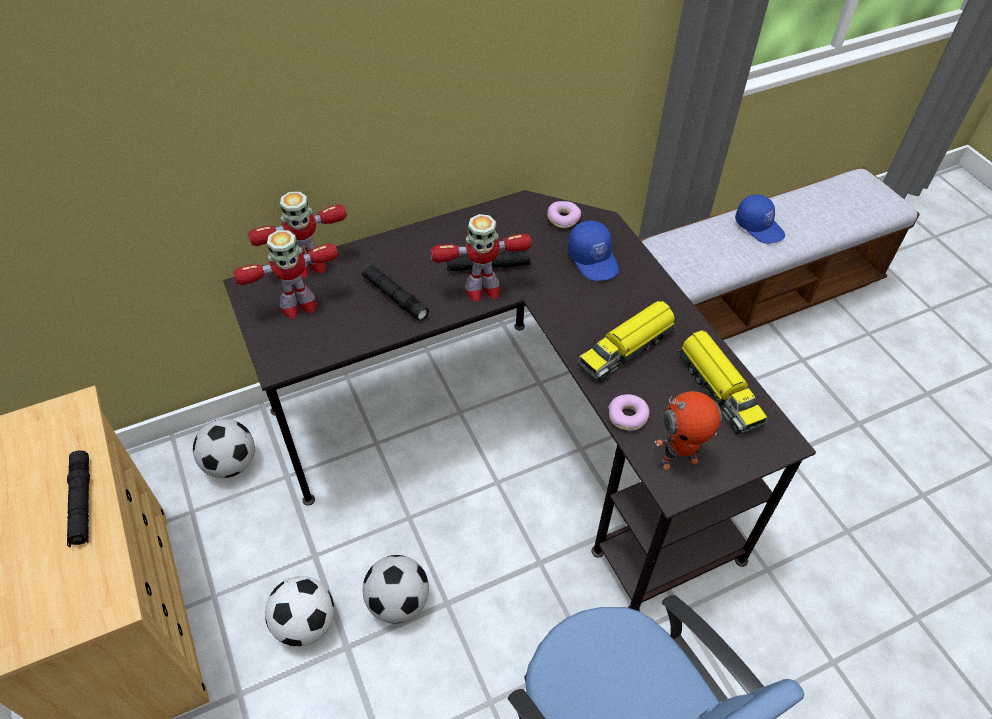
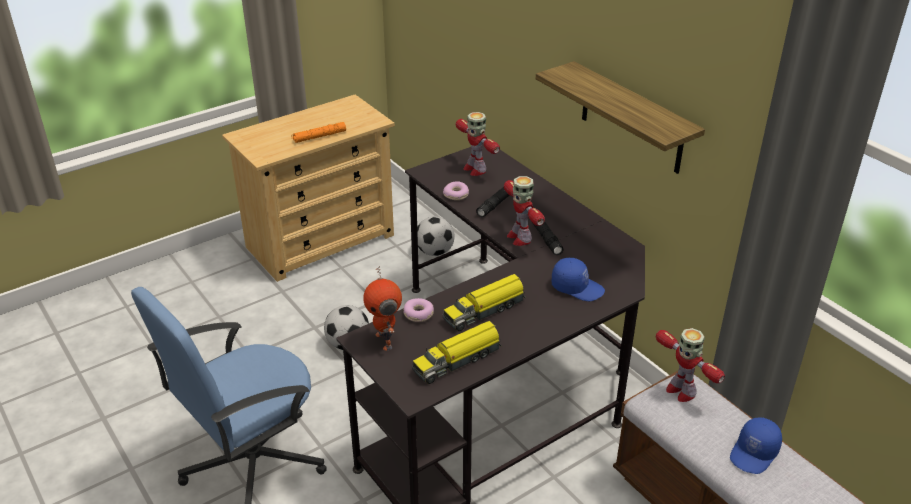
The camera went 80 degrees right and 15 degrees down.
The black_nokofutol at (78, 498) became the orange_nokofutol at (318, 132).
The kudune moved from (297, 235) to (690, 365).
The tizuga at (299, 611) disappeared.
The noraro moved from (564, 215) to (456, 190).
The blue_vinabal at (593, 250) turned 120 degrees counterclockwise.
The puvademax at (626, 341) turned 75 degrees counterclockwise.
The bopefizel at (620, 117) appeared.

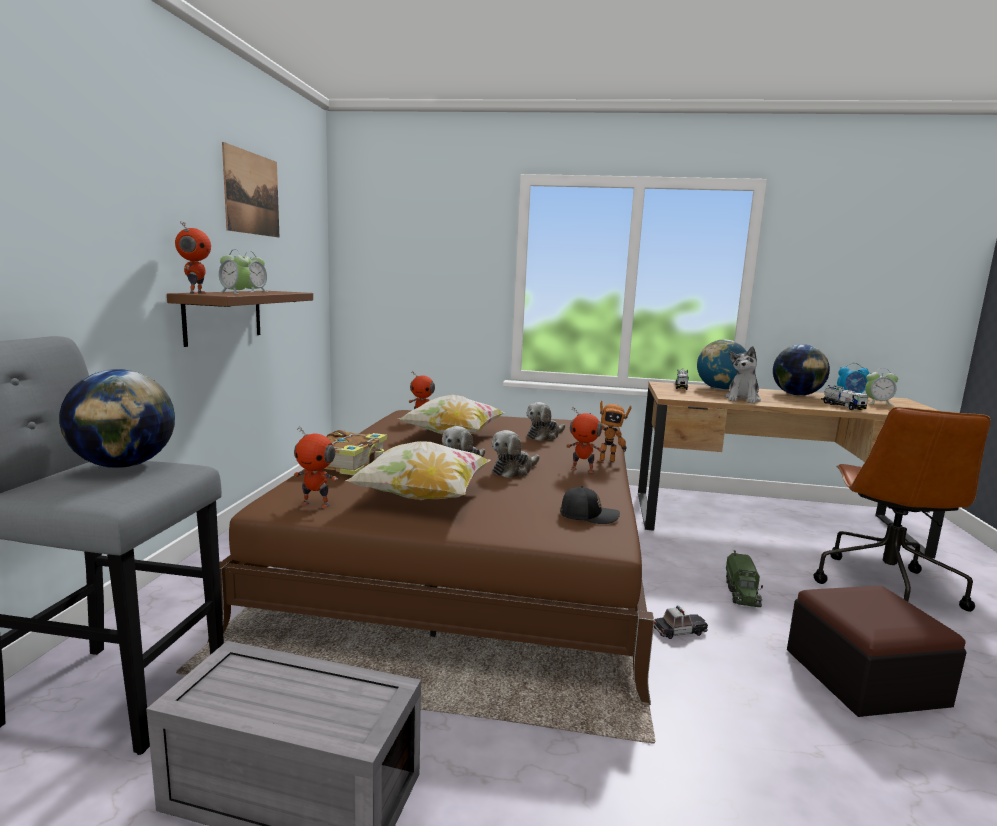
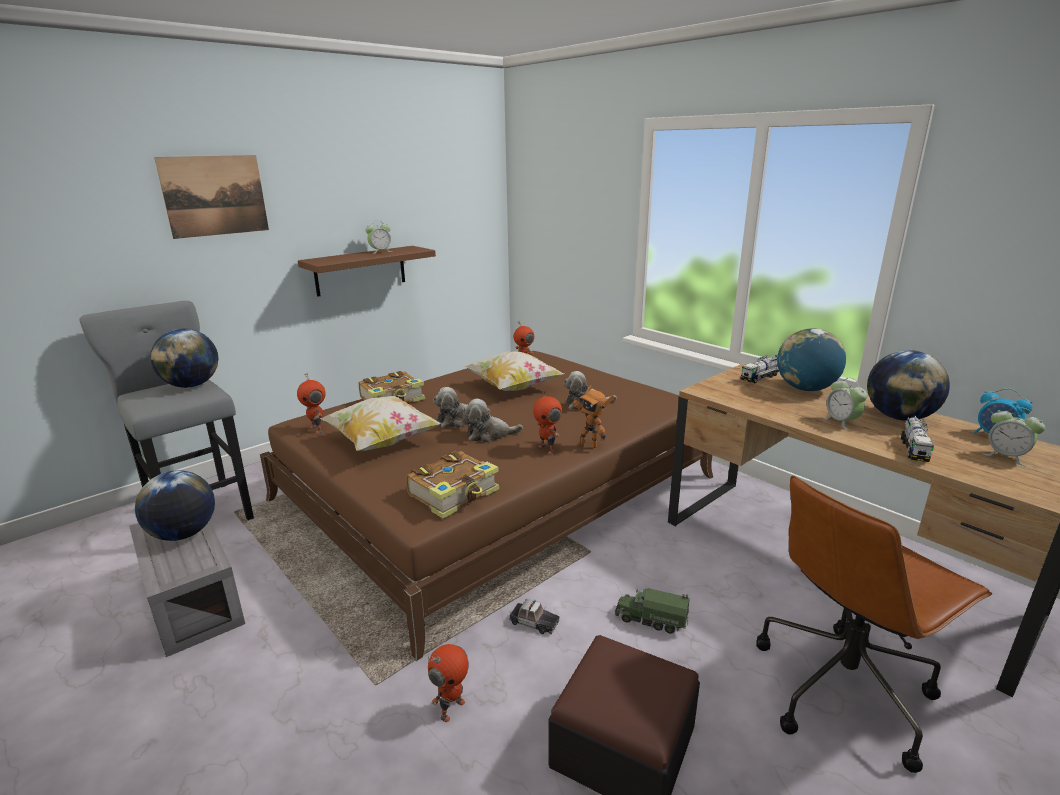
The camera went 40 degrees right and 10 degrees up.
The kudune moved from (193, 258) to (448, 683).
The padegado moved from (234, 272) to (845, 404).
The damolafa moved from (250, 189) to (211, 197).
The black_vinabal at (590, 505) was replaced by the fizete at (452, 484).
The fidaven at (743, 375) disappeared.
The puvademax at (744, 578) turned 60 degrees clockwise.
The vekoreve at (175, 505) appeared.

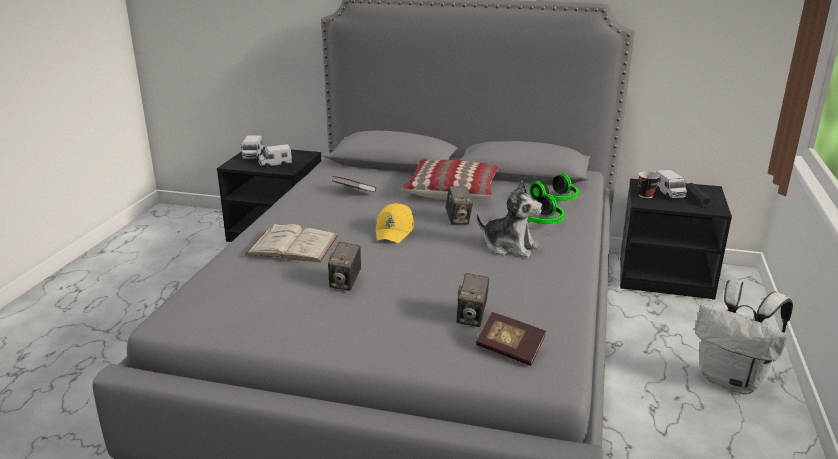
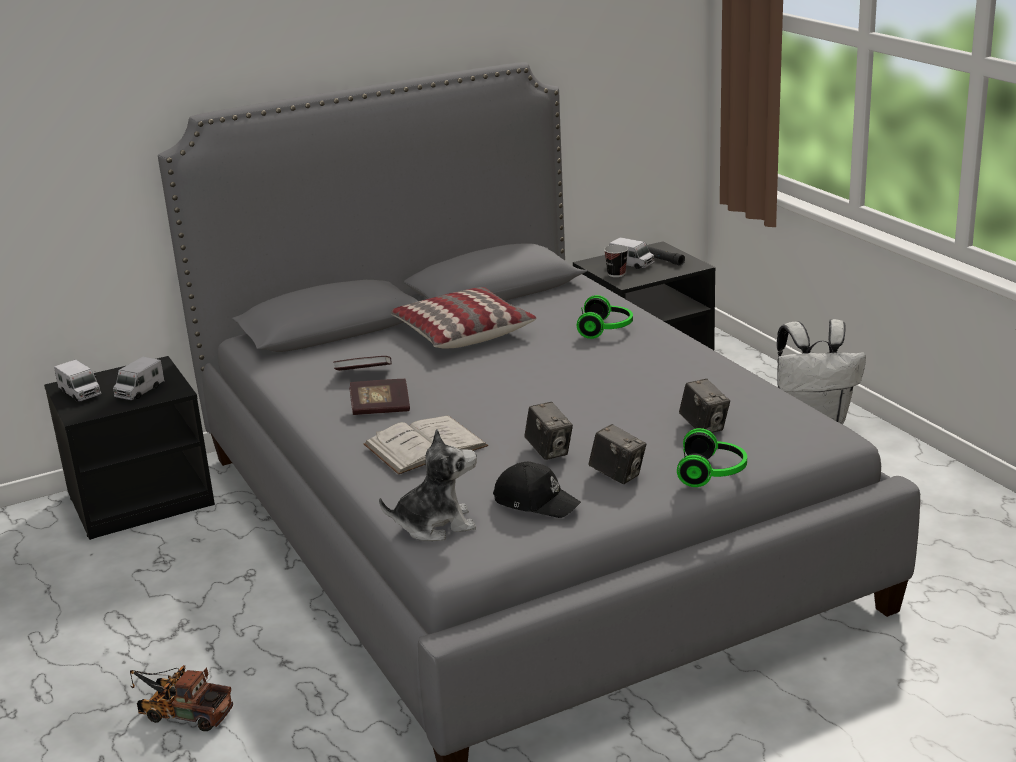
The camera went 40 degrees left and 0 degrees up.
The yellow_vinabal at (395, 223) disappeared.
The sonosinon moved from (459, 205) to (617, 454).
The fizete moved from (511, 339) to (379, 397).
The fidaven moved from (510, 219) to (428, 485).
The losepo moved from (554, 187) to (712, 457).
The puvademax at (181, 698) appeared.
The black_vinabal at (537, 490) appeared.

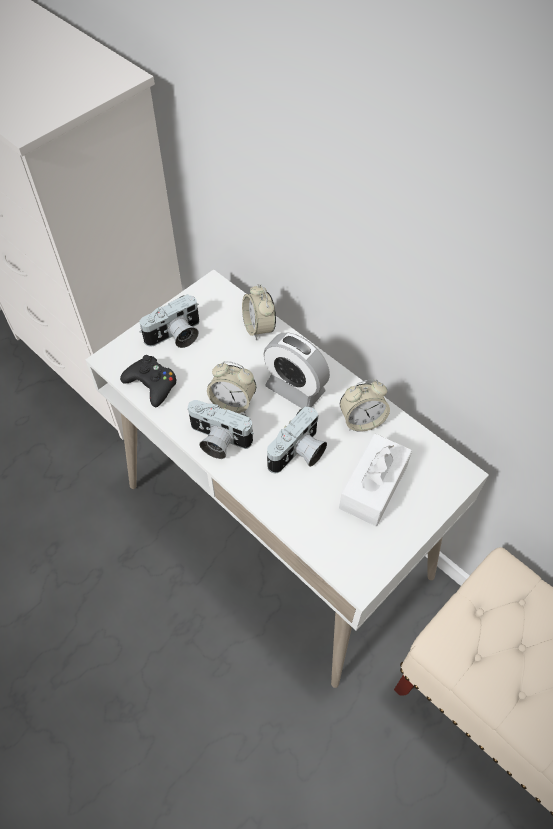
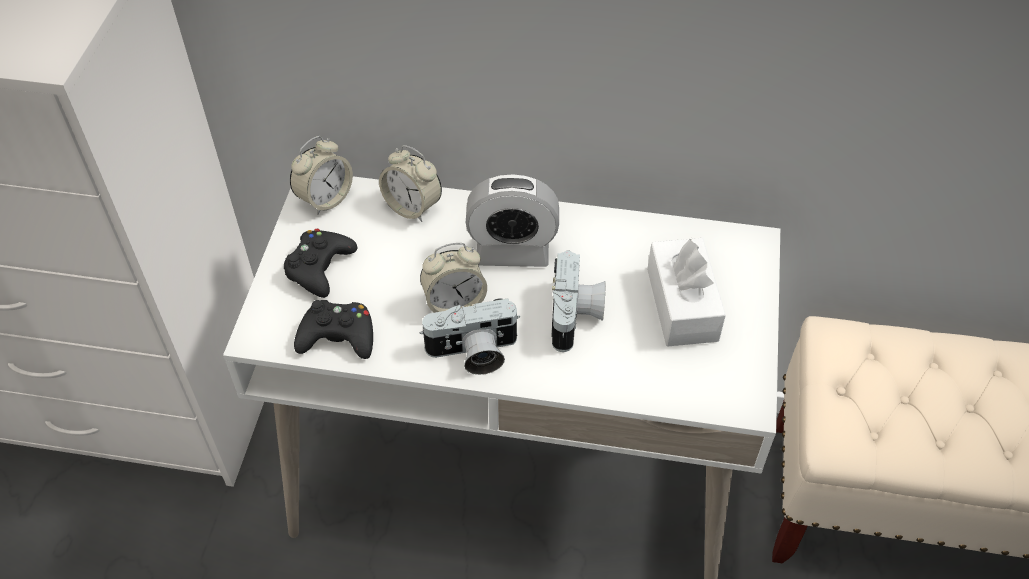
The camera went 35 degrees left and 5 degrees down.
The sonosinon at (169, 321) was replaced by the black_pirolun at (320, 263).
The padegado moved from (365, 406) to (321, 175).

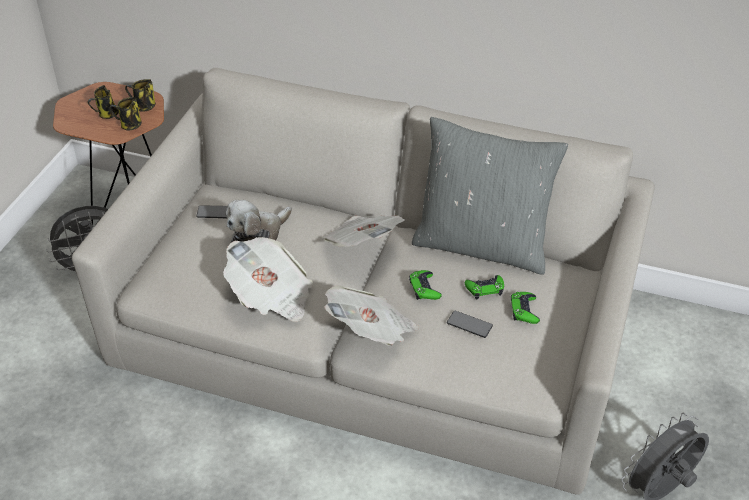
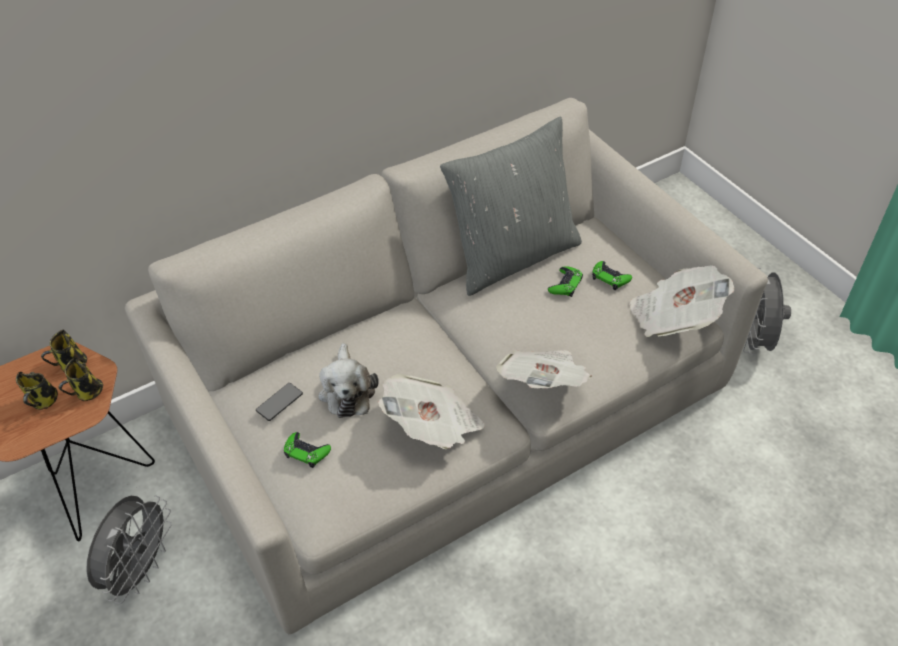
The camera went 50 degrees left and 5 degrees up.
The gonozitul moved from (363, 231) to (681, 301).
The green_pirolun moved from (425, 285) to (307, 450).
The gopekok at (470, 324) disappeared.

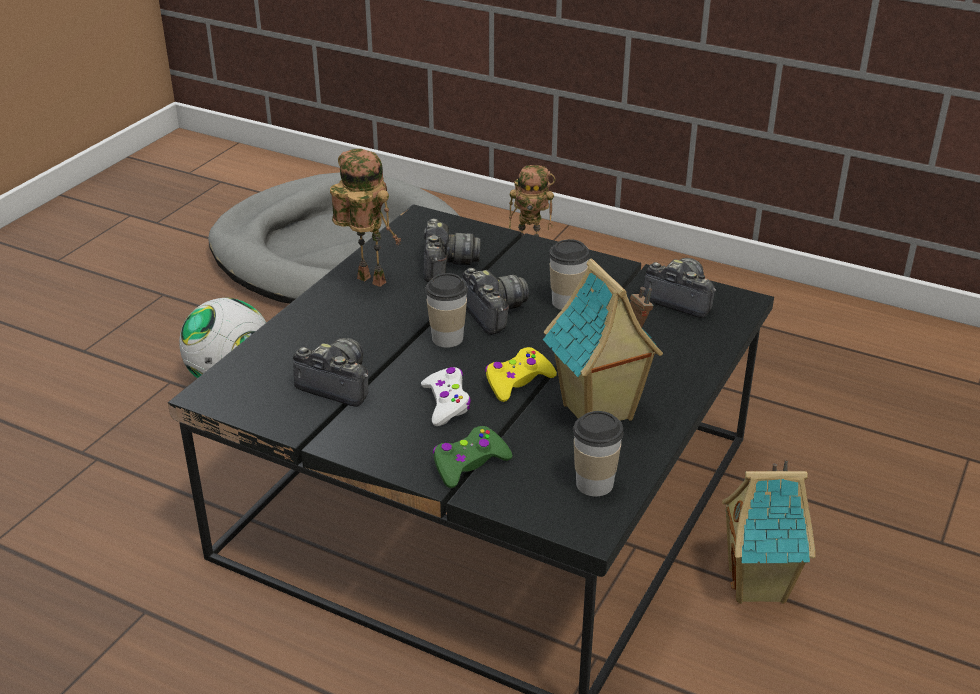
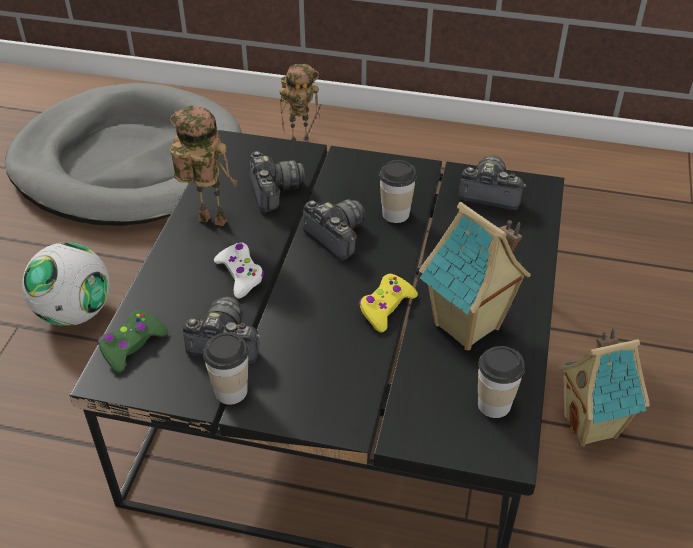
The camera went 15 degrees left and 10 degrees up.
The white_pirolun moved from (446, 396) to (239, 271).
The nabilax moved from (446, 310) to (226, 368).
The green_pirolun moved from (472, 457) to (133, 341).

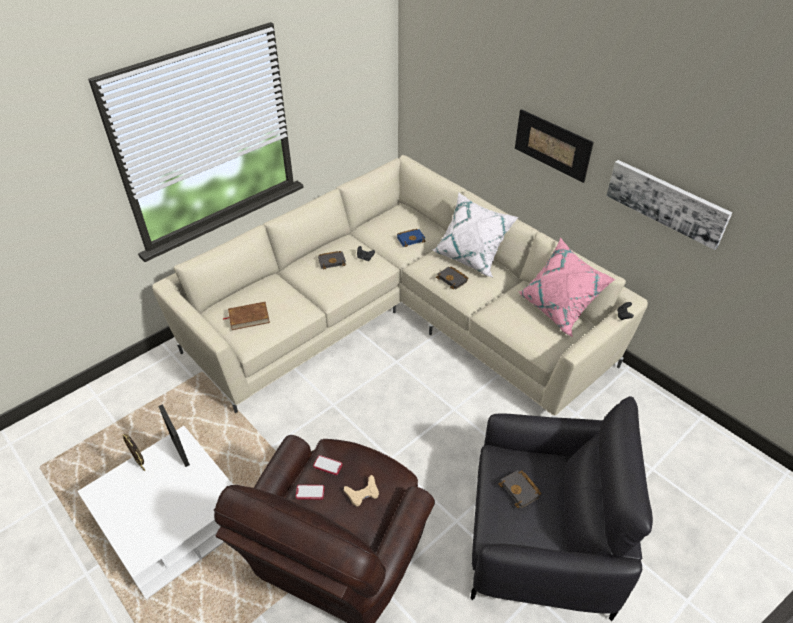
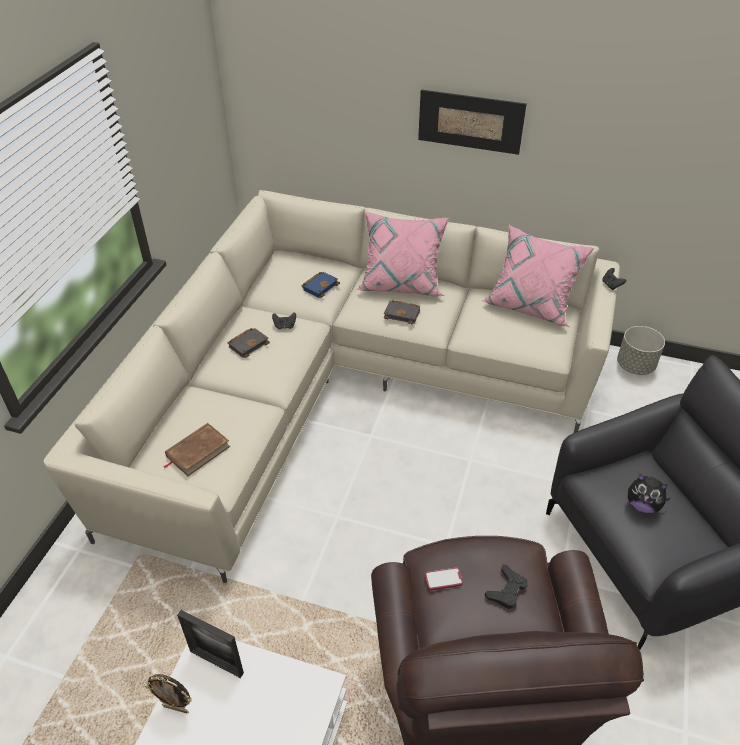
The camera went 30 degrees left and 0 degrees up.
The gopekok at (310, 492) disappeared.
The beige_pirolun at (361, 491) became the black_pirolun at (506, 586).
The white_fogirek at (475, 235) became the pink_fogirek at (402, 253).
The black_fizete at (519, 489) was replaced by the fidaven at (649, 493).
The damolafa at (669, 205) disappeared.
The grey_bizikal at (641, 350) appeared.

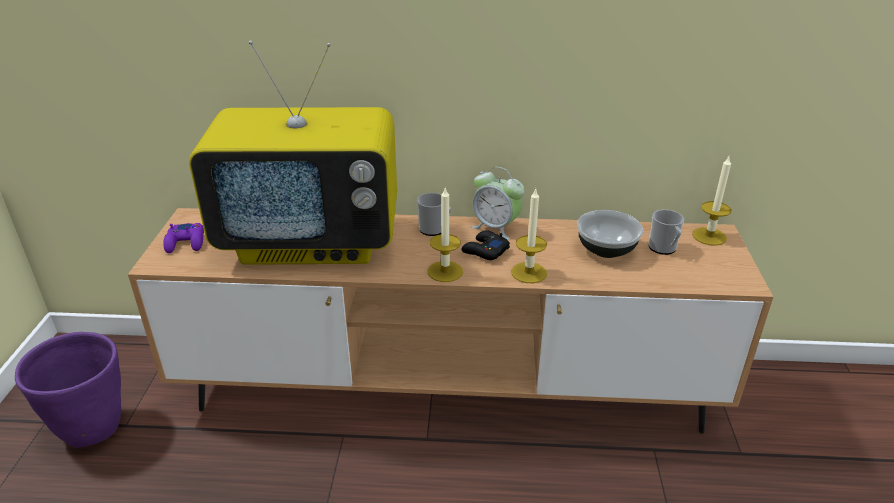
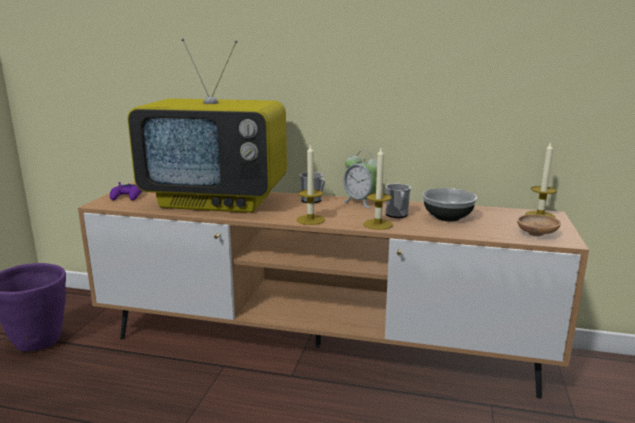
The camera went 10 degrees right and 15 degrees down.
The black_pirolun at (485, 245) disappeared.
The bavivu moved from (666, 232) to (398, 201).
The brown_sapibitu at (539, 225) appeared.

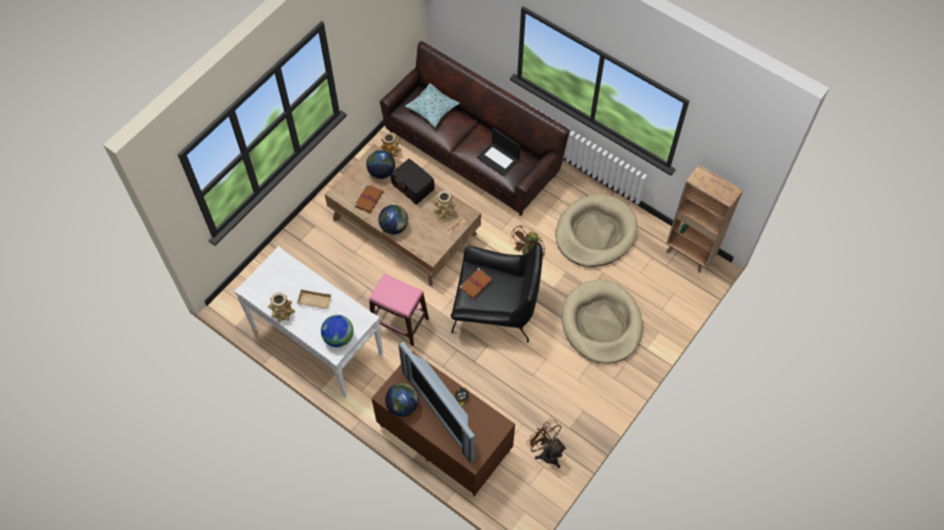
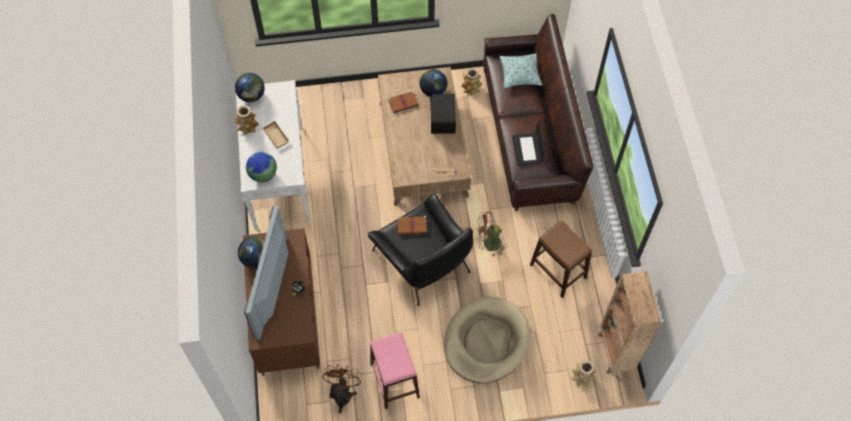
The camera went 45 degrees right and 0 degrees up.
The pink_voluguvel moved from (399, 310) to (395, 370).
The vekoreve moved from (393, 219) to (250, 87).
The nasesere moved from (444, 205) to (584, 373).
The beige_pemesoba at (596, 230) was replaced by the brown_voluguvel at (561, 259).

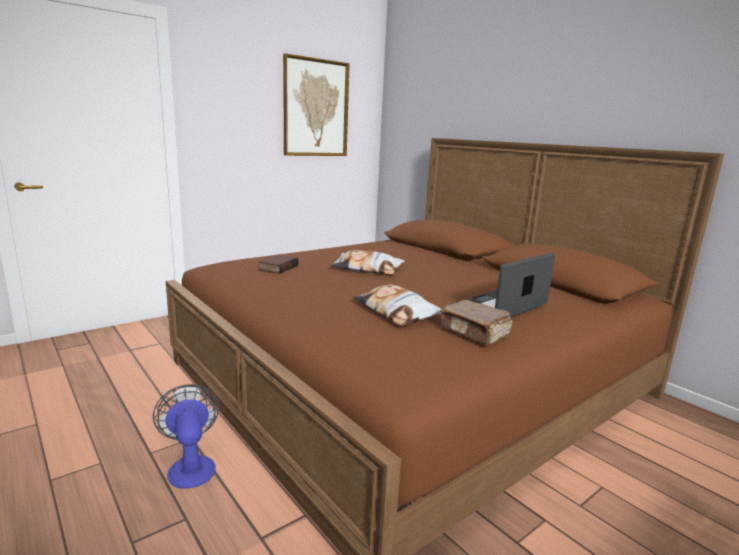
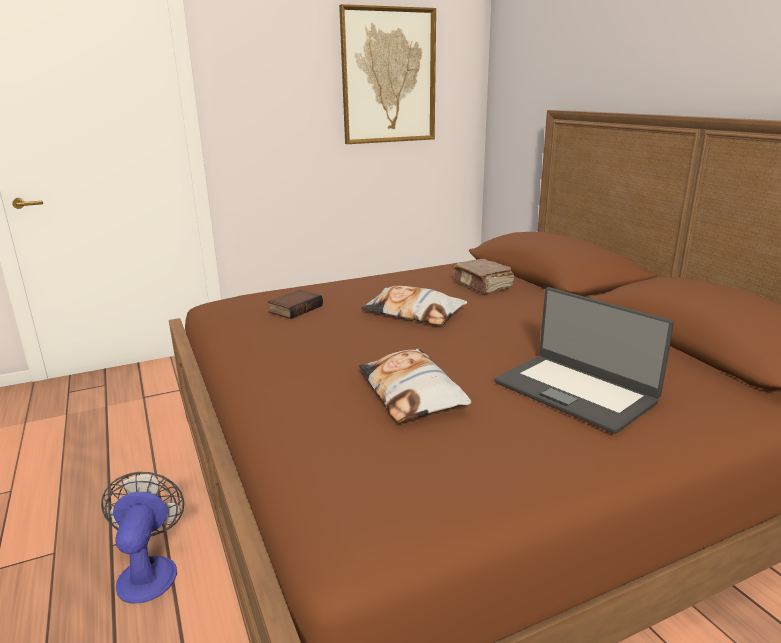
The camera went 15 degrees right and 5 degrees up.
The brown_fizete moved from (476, 323) to (483, 277).
The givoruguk at (502, 285) turned 105 degrees counterclockwise.

